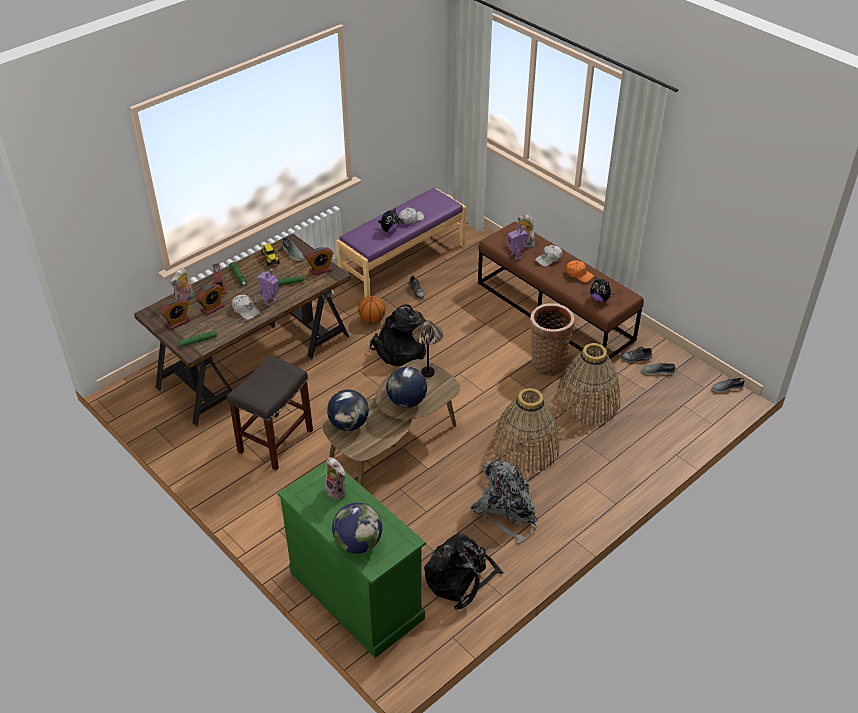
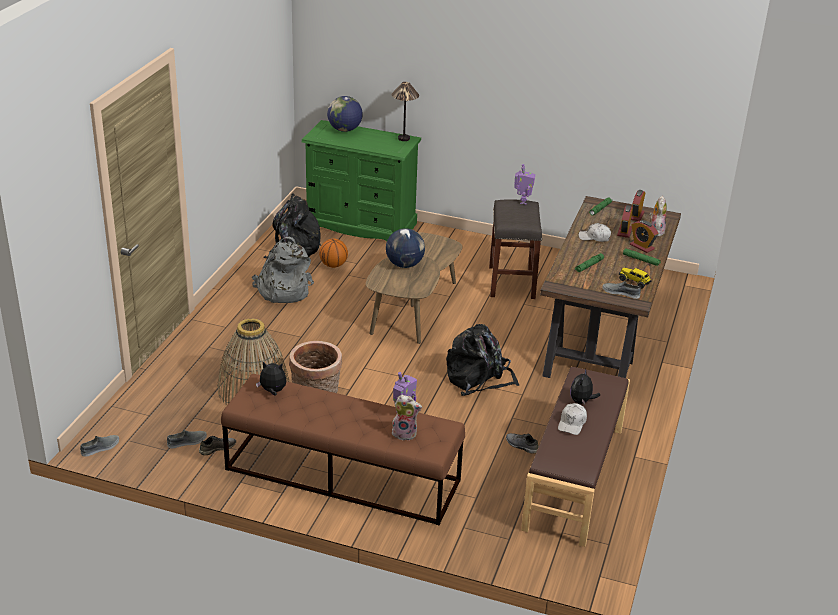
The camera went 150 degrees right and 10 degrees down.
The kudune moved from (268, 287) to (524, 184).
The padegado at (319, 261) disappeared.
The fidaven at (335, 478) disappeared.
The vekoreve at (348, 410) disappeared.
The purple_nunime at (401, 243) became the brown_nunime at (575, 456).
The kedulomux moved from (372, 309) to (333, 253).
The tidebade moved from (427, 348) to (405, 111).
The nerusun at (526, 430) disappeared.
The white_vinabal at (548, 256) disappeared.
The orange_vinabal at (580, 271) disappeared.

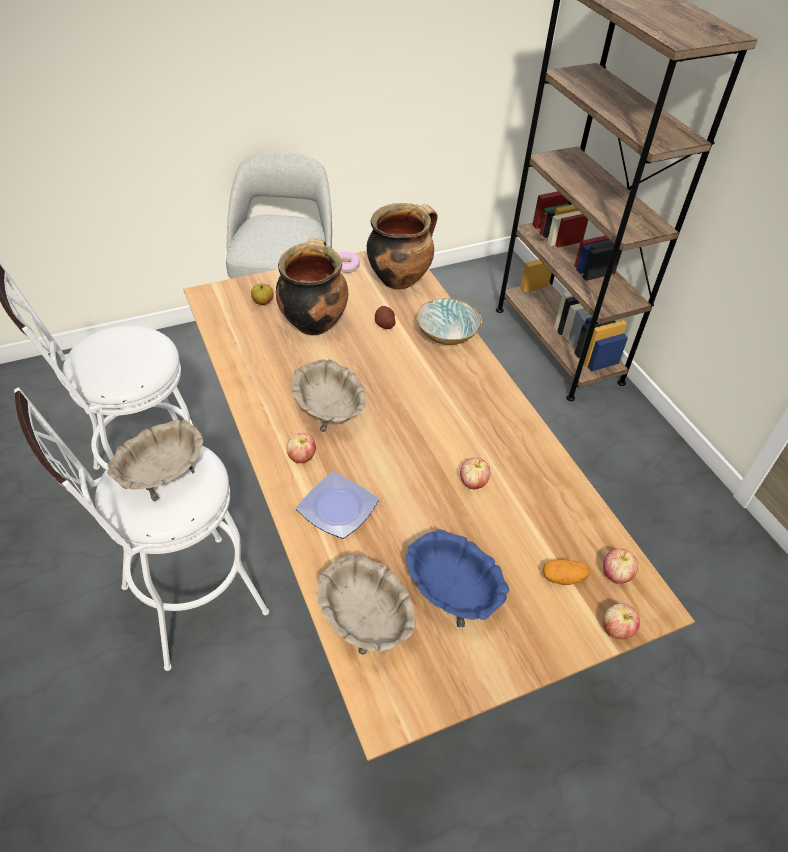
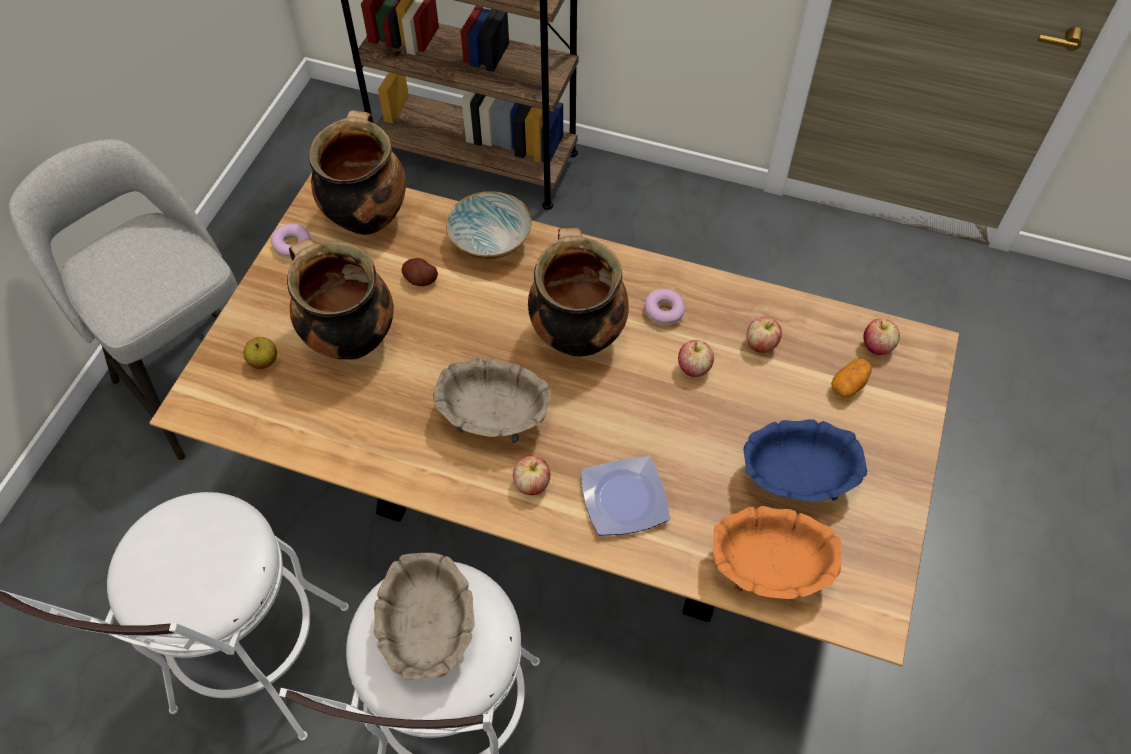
The camera went 45 degrees left and 10 degrees up.
The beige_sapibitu at (366, 604) became the orange_sapibitu at (777, 552).
The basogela moved from (621, 621) to (764, 334).
The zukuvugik at (578, 292) appeared.
The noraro at (665, 307) appeared.

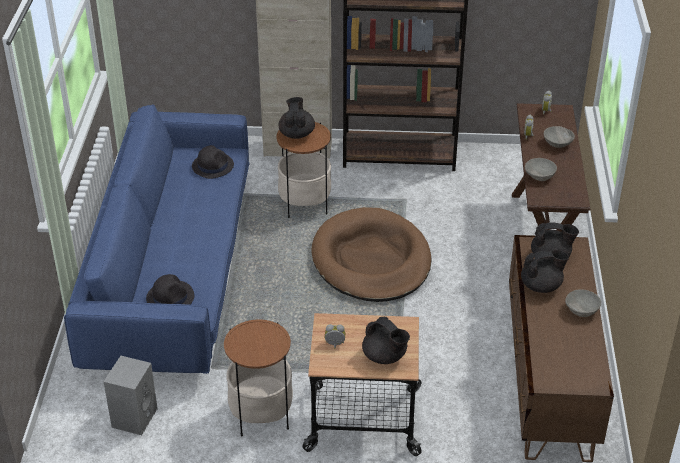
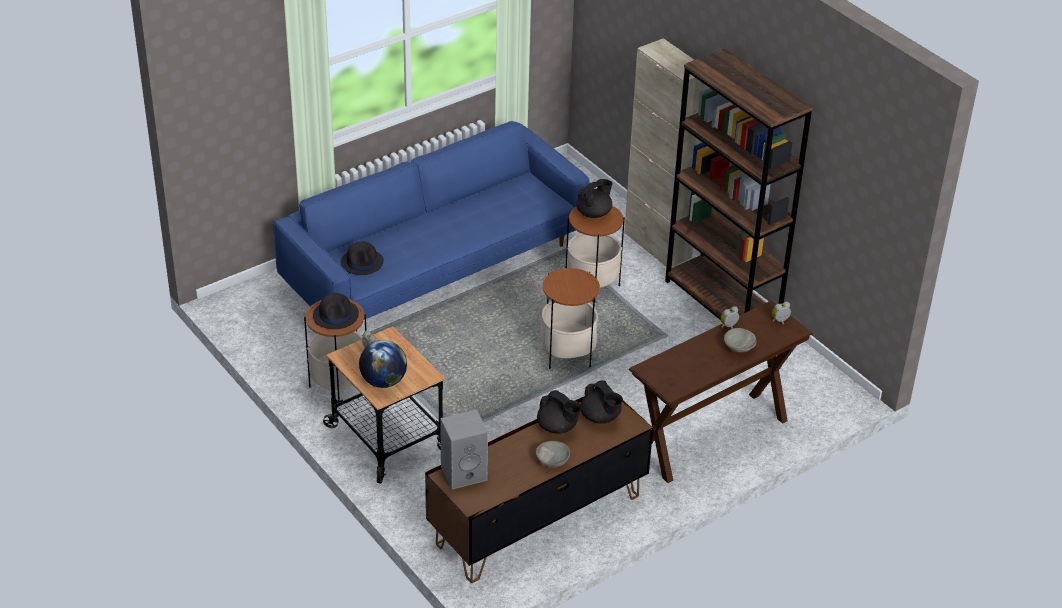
The camera went 50 degrees right and 0 degrees up.
The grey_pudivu moved from (131, 395) to (464, 449).
The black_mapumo moved from (213, 162) to (336, 311).
The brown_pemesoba at (371, 254) was replaced by the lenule at (570, 318).
The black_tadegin at (386, 340) was replaced by the vekoreve at (383, 364).
The grey_sapibitu at (541, 169) disappeared.

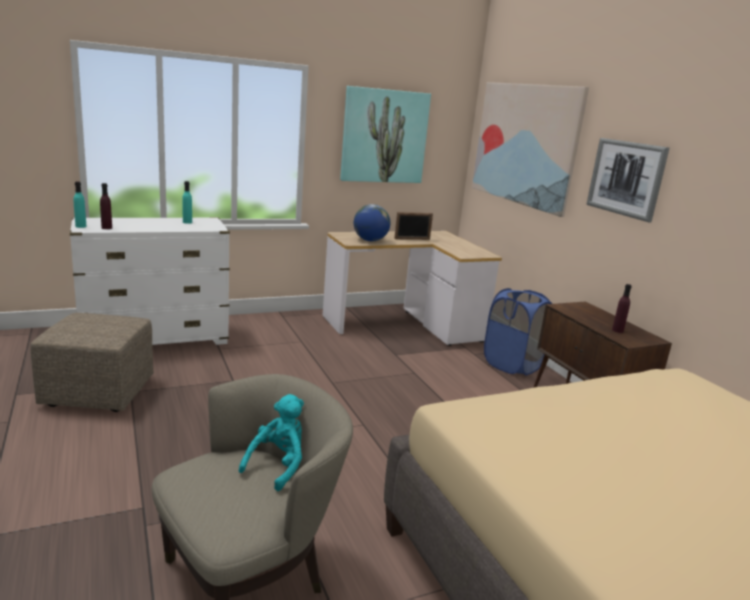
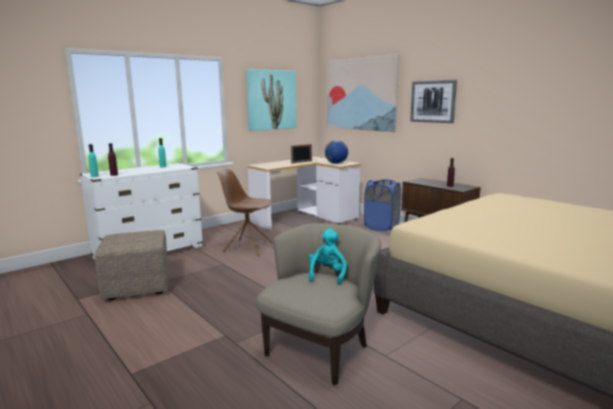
The camera went 15 degrees left and 5 degrees down.
The vekoreve moved from (372, 222) to (336, 152).
The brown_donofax at (245, 212) appeared.

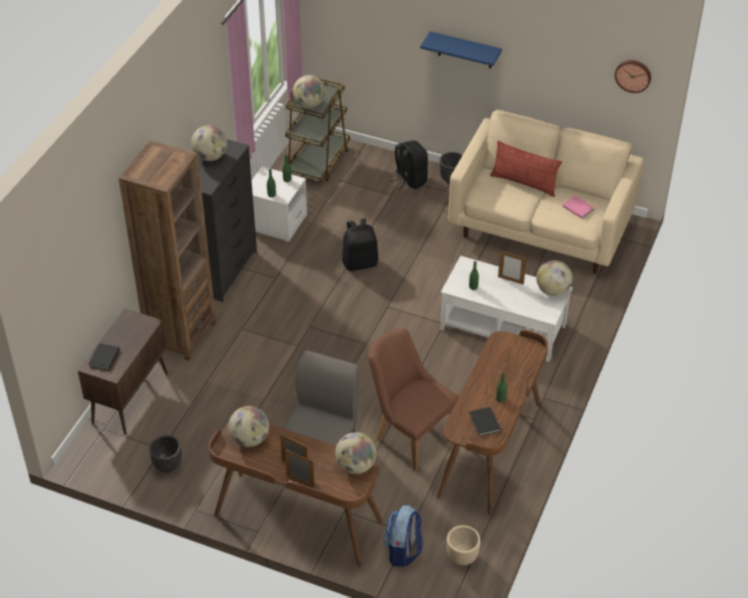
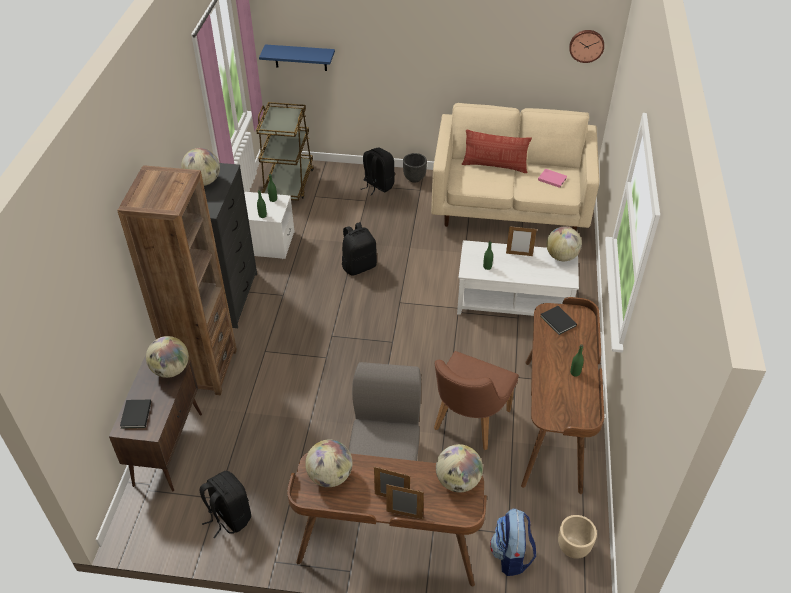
The camera went 15 degrees left and 0 degrees up.
The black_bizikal at (165, 454) was replaced by the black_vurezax at (225, 505).
The vekoreve moved from (309, 91) to (167, 357).
The brown_donofax at (413, 399) turned 90 degrees counterclockwise.
The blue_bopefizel moved from (461, 50) to (297, 57).
The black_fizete moved from (485, 421) to (558, 320).

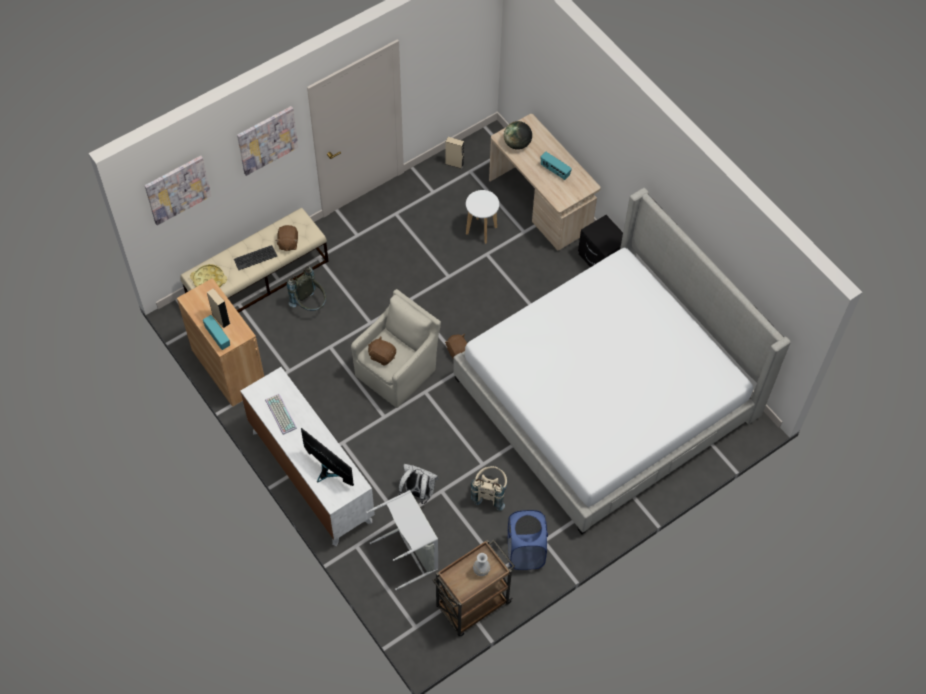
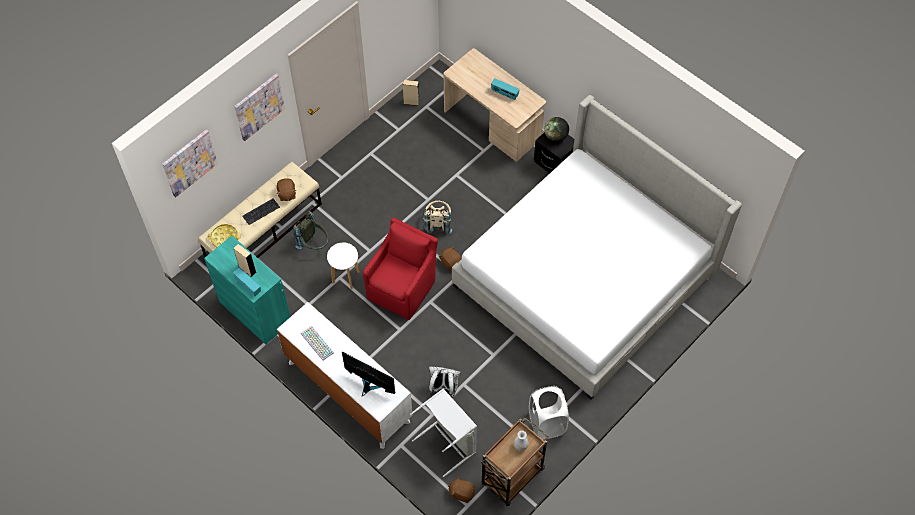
The camera went 10 degrees left and 0 degrees up.
The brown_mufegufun at (220, 342) became the turquoise_mufegufun at (247, 289).
The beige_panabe at (396, 348) became the red_panabe at (400, 268).
The brown_fidaven moved from (382, 351) to (461, 489).
The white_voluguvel moved from (482, 217) to (343, 266).
The beige_vurezax moved from (489, 488) to (437, 217).
The vekoreve moved from (518, 135) to (556, 129).
The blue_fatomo at (528, 540) became the white_fatomo at (549, 413).

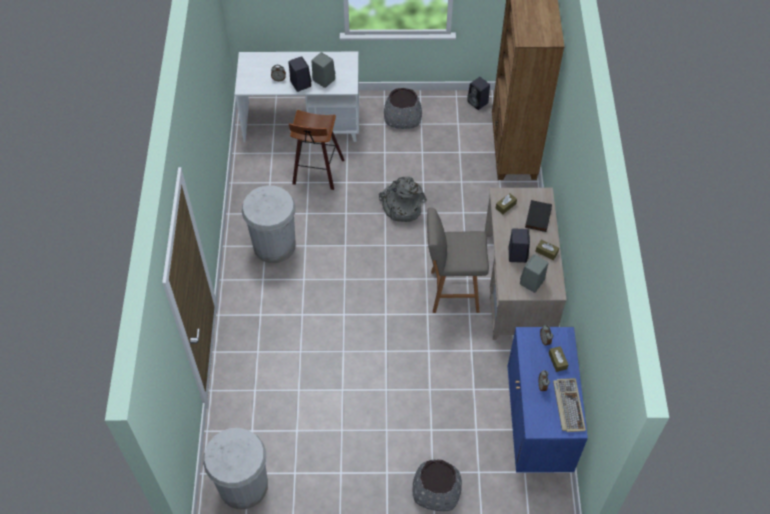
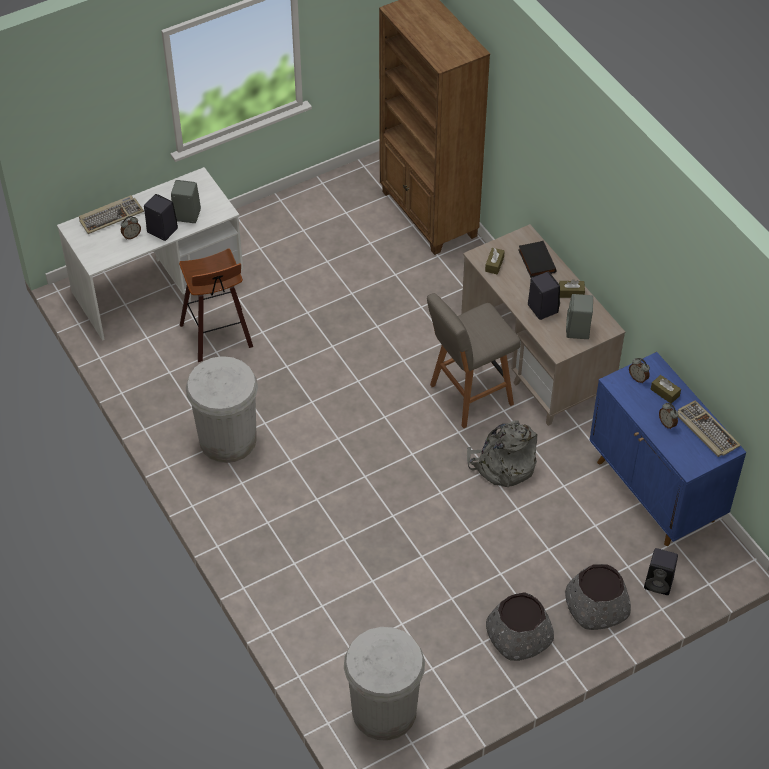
The camera went 30 degrees left and 5 degrees down.
The grey_vurezax moved from (403, 199) to (502, 453).
The grey_bizikal moved from (403, 108) to (520, 626).
The black_pudivu moved from (478, 93) to (661, 571).
The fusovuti at (111, 214) appeared.

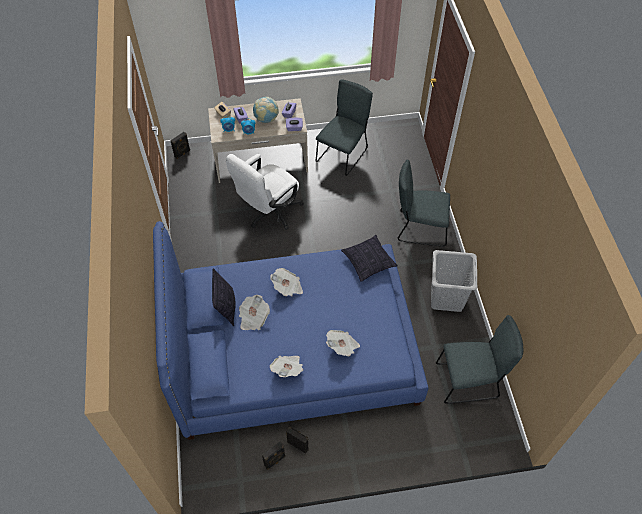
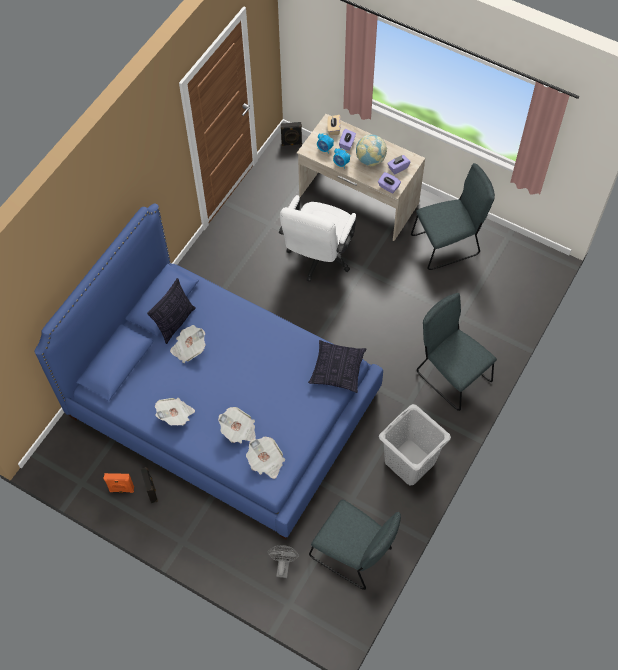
The camera went 40 degrees right and 5 degrees up.
The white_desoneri at (265, 192) turned 60 degrees counterclockwise.
The black_pudivu at (273, 455) became the orange_pudivu at (119, 483).
The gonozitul moved from (286, 282) to (265, 458).
The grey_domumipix at (283, 561) appeared.

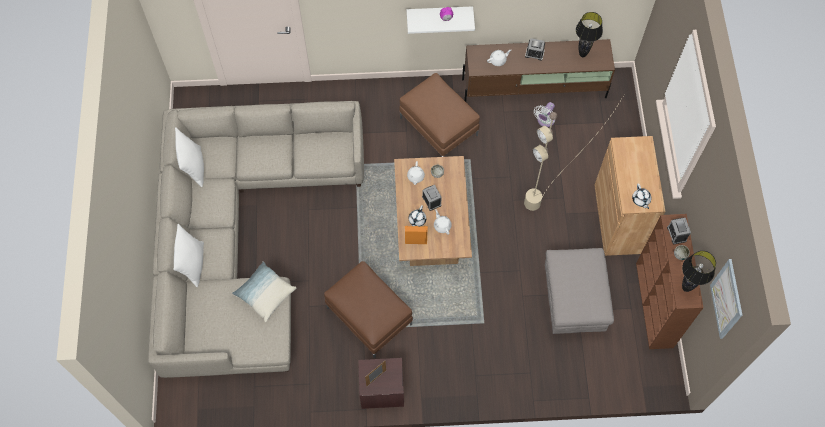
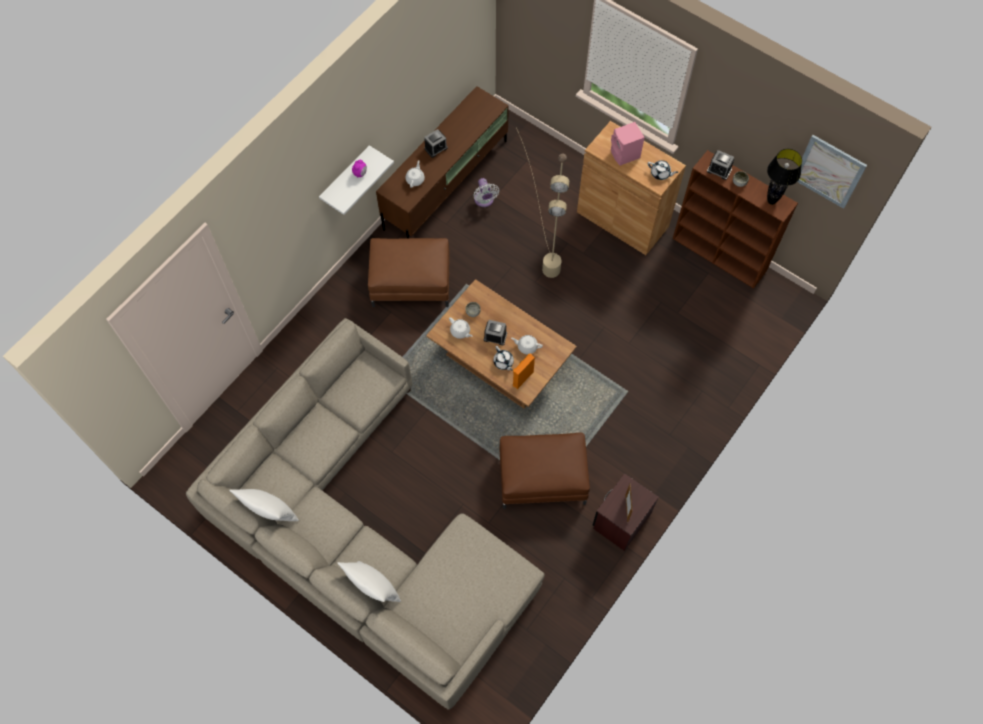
The camera went 50 degrees left and 0 degrees up.
The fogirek at (264, 291) disappeared.
The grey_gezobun at (579, 291) disappeared.
The black_tidebade at (589, 34) disappeared.
The pink_pudivu at (628, 144) appeared.

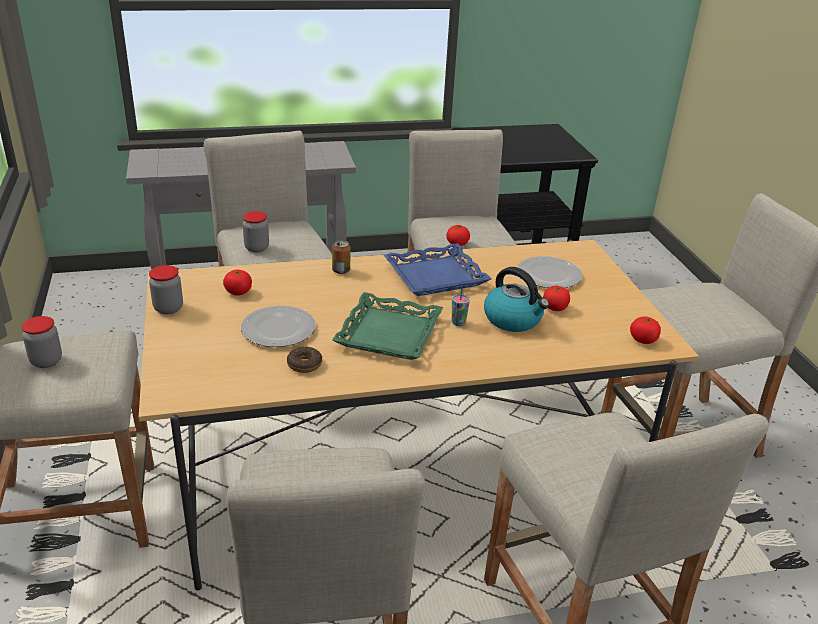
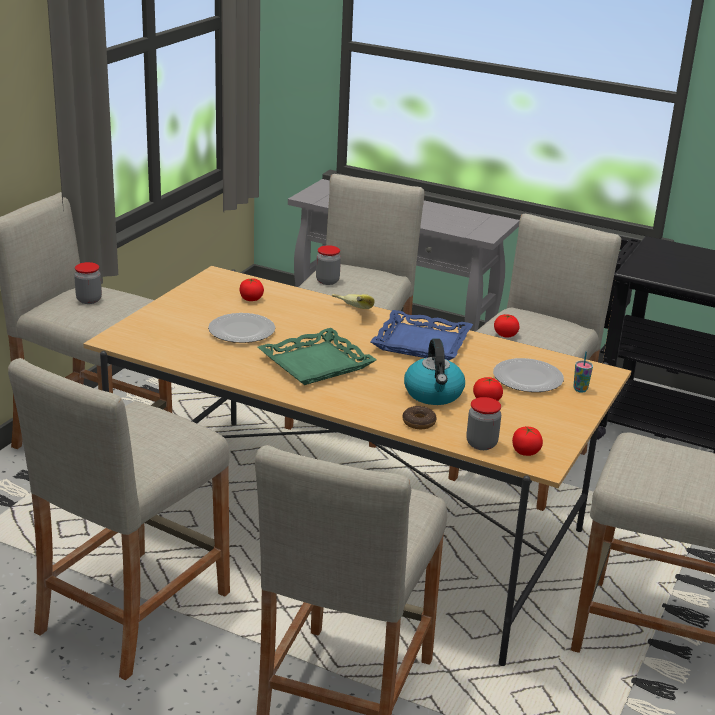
The camera went 40 degrees right and 5 degrees down.
The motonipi moved from (166, 289) to (483, 423).
The noraro moved from (304, 360) to (420, 417).
The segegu at (341, 257) was replaced by the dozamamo at (353, 301).
The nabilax moved from (461, 306) to (583, 372).

